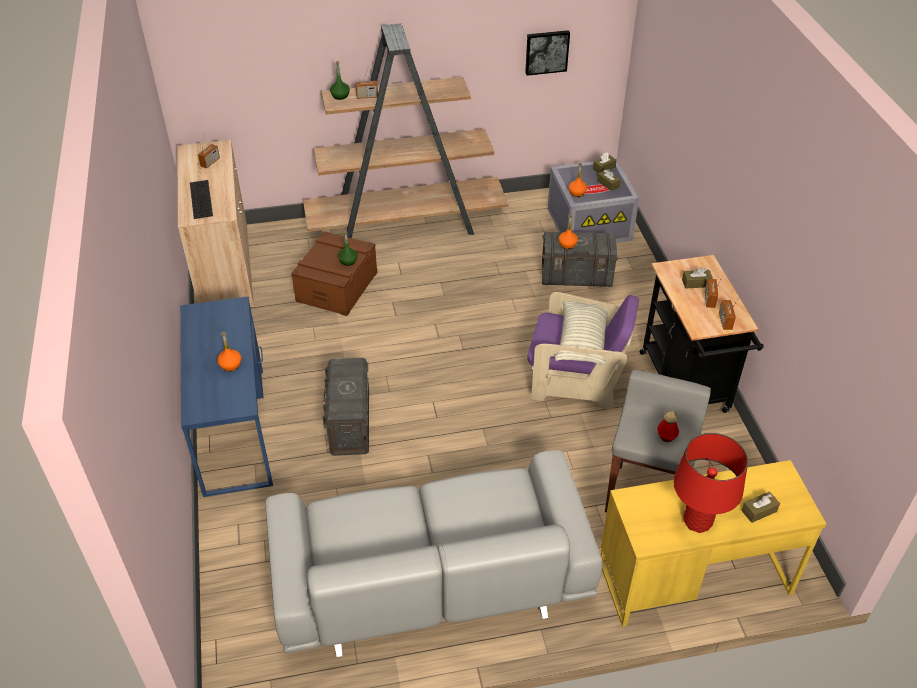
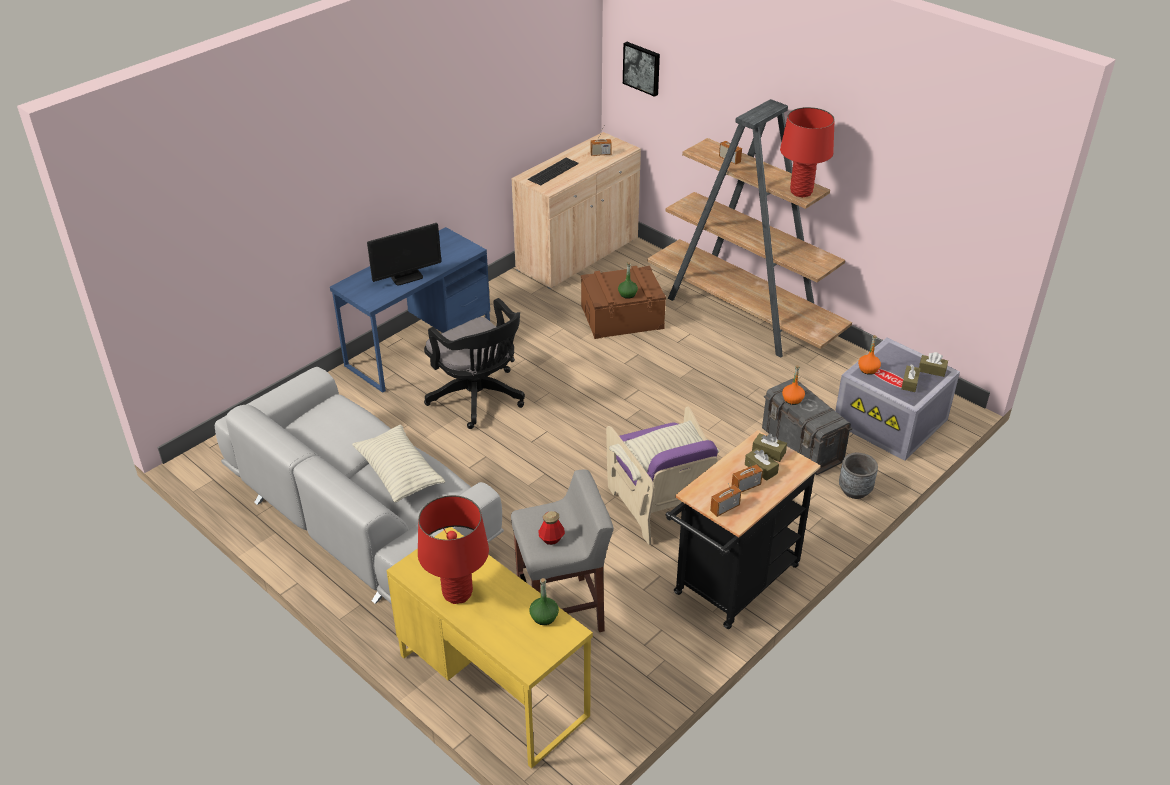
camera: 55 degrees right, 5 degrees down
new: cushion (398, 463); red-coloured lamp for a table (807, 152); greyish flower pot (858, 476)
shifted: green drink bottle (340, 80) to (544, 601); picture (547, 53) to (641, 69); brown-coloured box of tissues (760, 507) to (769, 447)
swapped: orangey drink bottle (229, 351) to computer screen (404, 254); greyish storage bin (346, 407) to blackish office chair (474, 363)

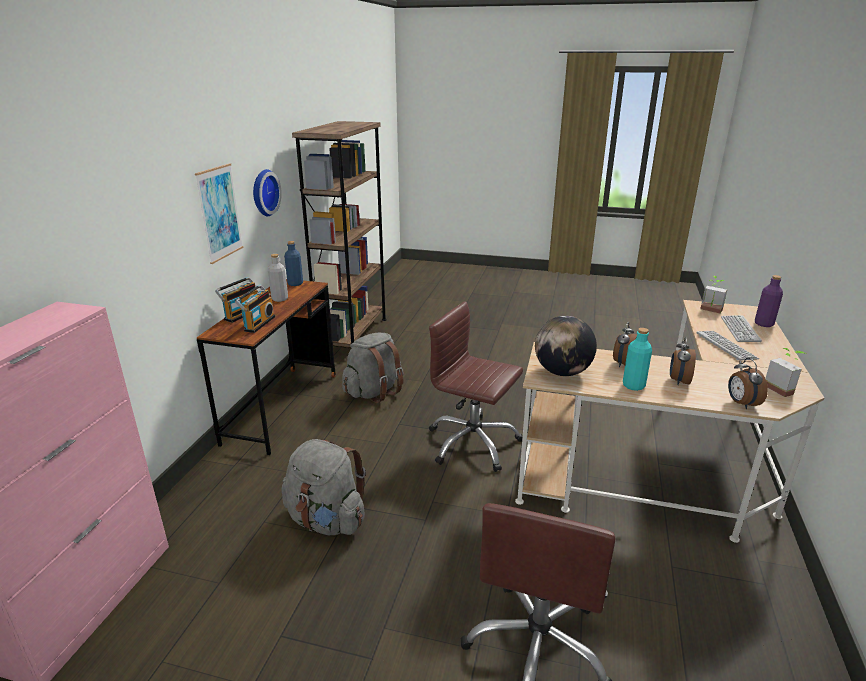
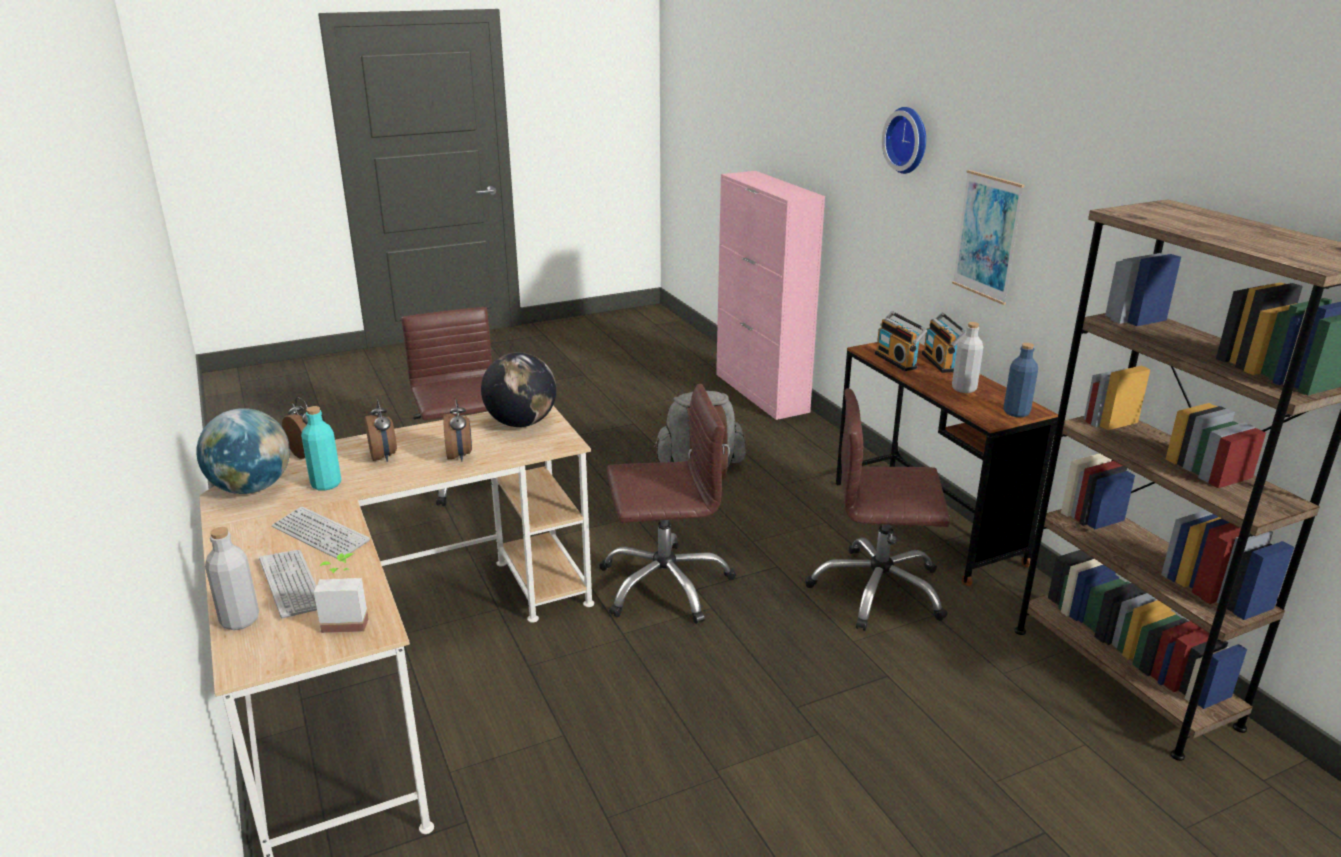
camera: 140 degrees right, 0 degrees up
shifted: hanging clock (267, 192) to (904, 140); turquoise drink bottle (637, 359) to (321, 448)
swapped: greyish backpack (373, 368) to brown-coloured office chair (877, 509); houseplant (785, 372) to globe (243, 451)
repainted: purple drink bottle (769, 301) to greyish drink bottle (232, 578)

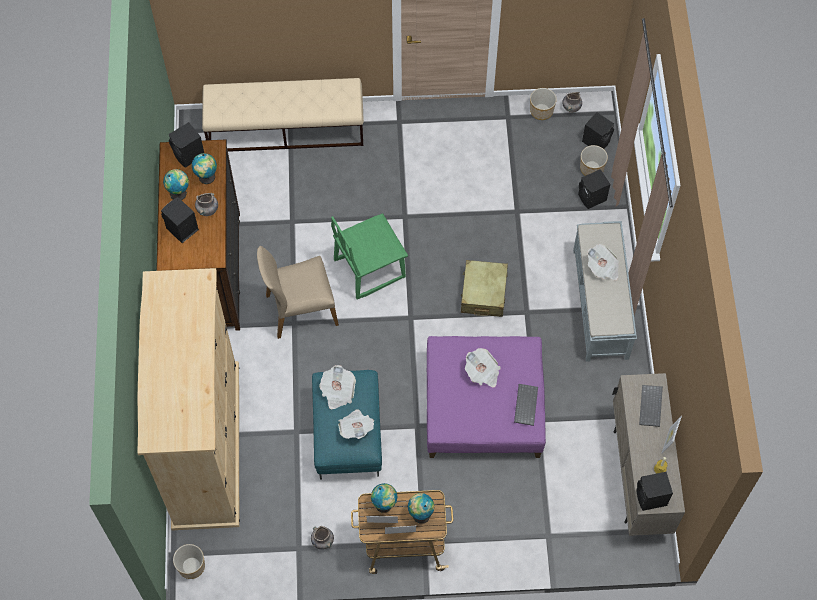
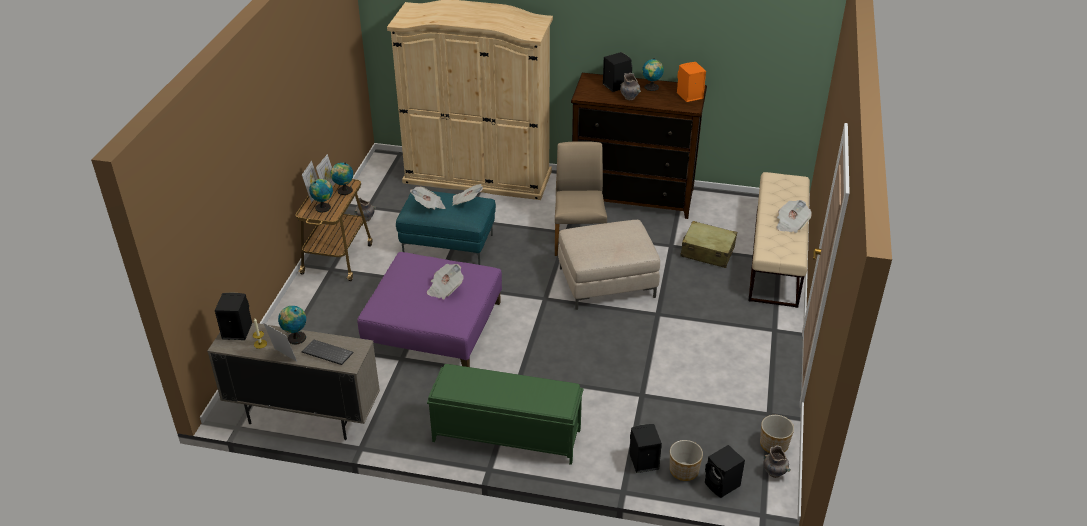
camera: 105 degrees right, 25 degrees down
gone: flower pot (189, 561); keyboard (526, 405)
shifted: globe (204, 168) to (292, 325); sand-coloured travel case (484, 288) to (708, 244); newspaper (603, 262) to (794, 216)
swapped: green plain chair (369, 256) to sand-coloured footrest (609, 265)
repainted: blackish speaker (186, 145) to orangey speaker (691, 82); greyish long seat (605, 291) to green long seat (505, 414)

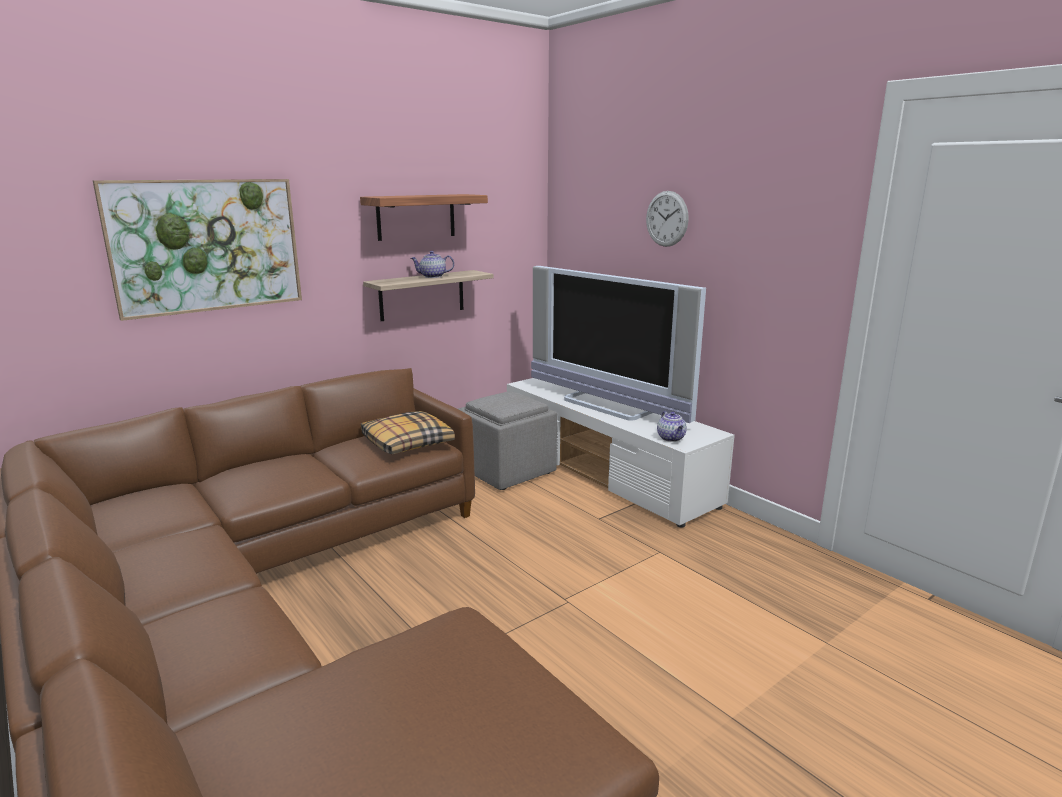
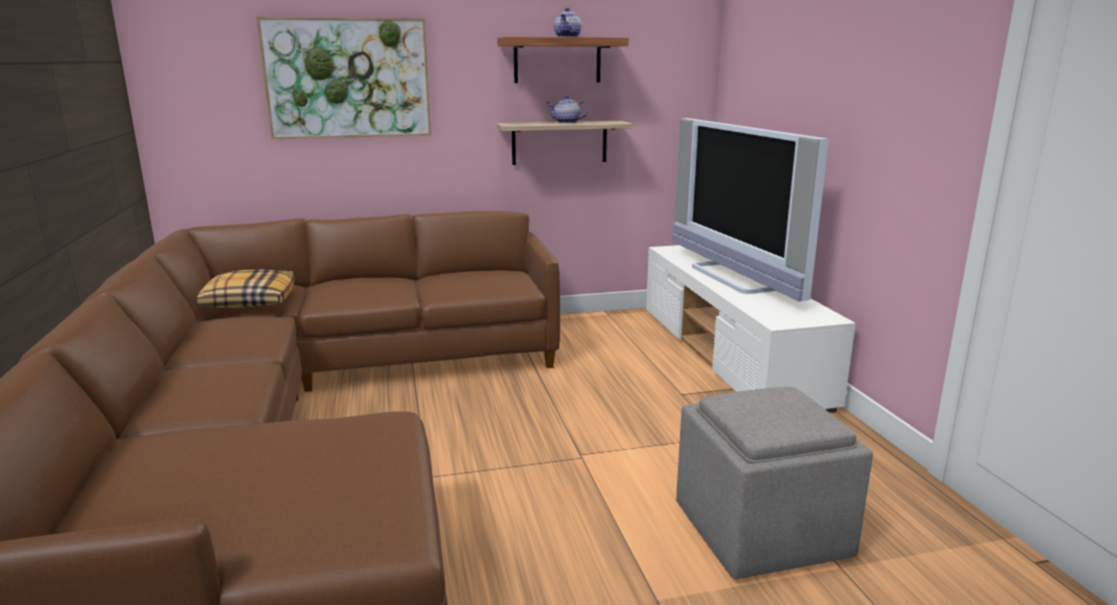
camera: 25 degrees right, 0 degrees up
gone: hanging clock (667, 219)
shifted: cushion (408, 432) to (246, 288); greyish footrest (507, 440) to (774, 483); pot for tea (672, 426) to (568, 22)

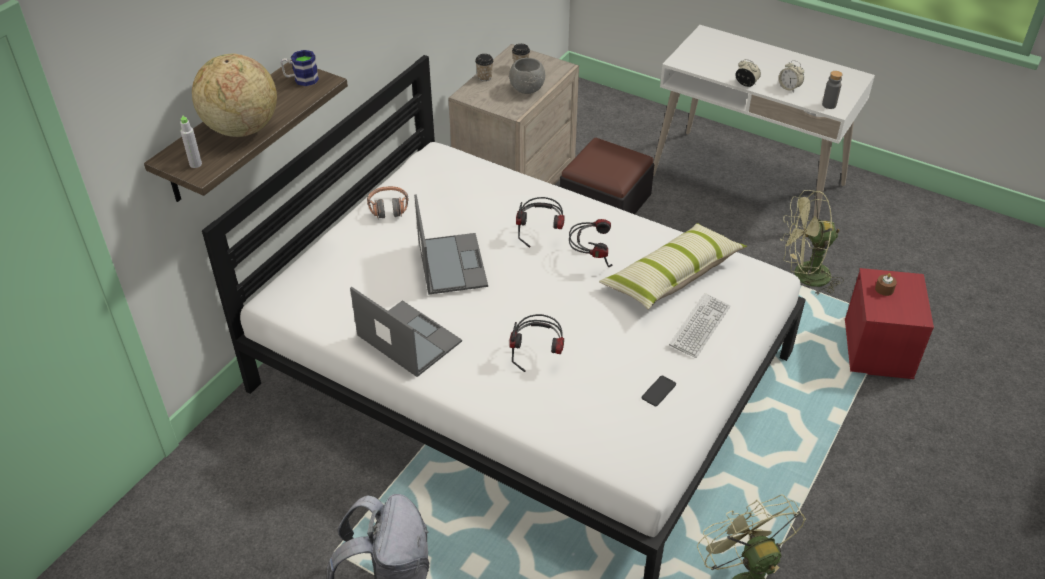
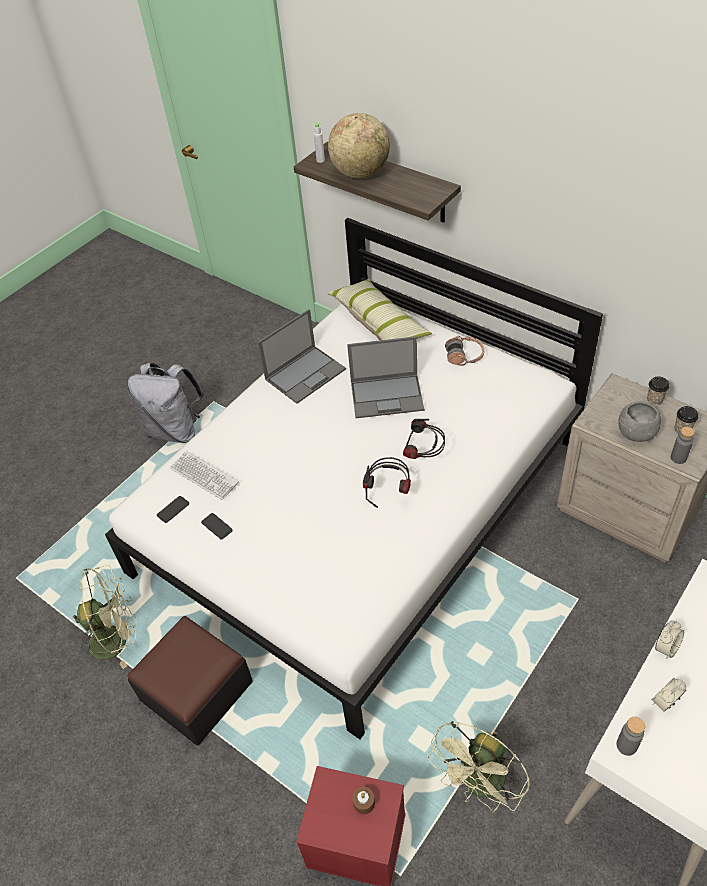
camera: 100 degrees right, 5 degrees up
gone: tea mug (300, 68); headset (536, 343)
new: phone (173, 509); greyish drink bottle (683, 445)
shifted: footrest (607, 176) to (190, 680); cushion (673, 266) to (379, 309); keyboard (699, 325) to (204, 475)
rotated: green cooling fan (812, 242) = (479, 767) 150 degrees counterclockwise

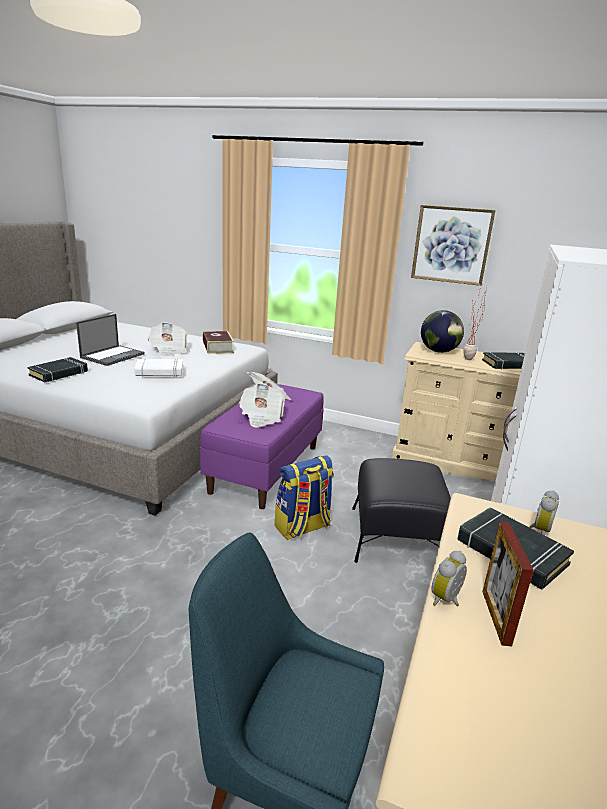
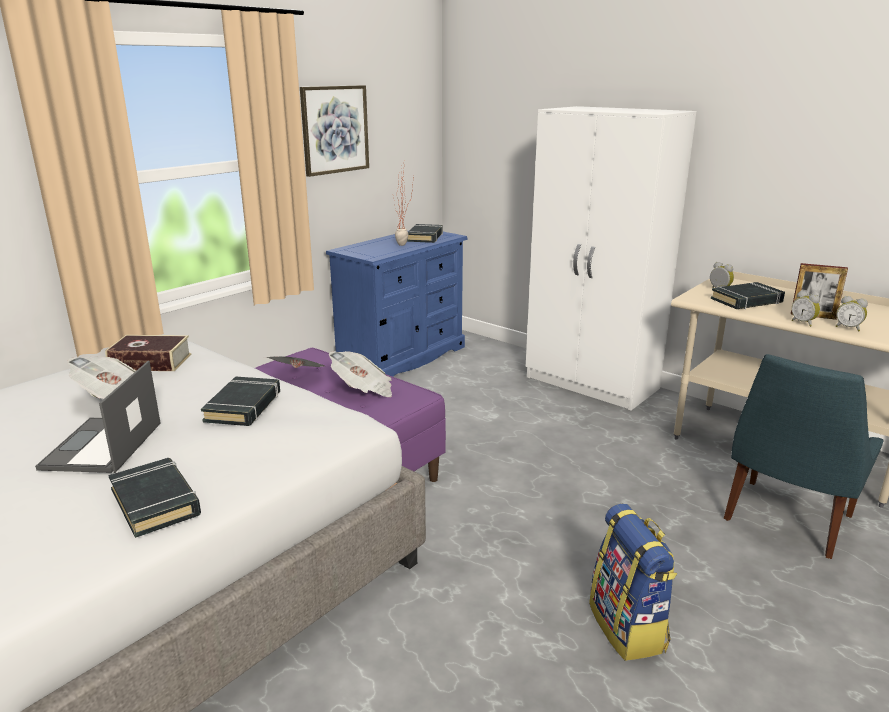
camera: 70 degrees left, 0 degrees up
gone: blackish footrest (401, 510); globe (442, 331)
new: alarm clock (852, 314)
shifted: backpack (304, 497) to (633, 582)
repainted: white book (158, 368) to blackish book (240, 401); sand-coloured dresser (456, 411) to blue-coloured dresser (397, 303)
rotated: portable computer (110, 340) = (98, 417) 135 degrees counterclockwise

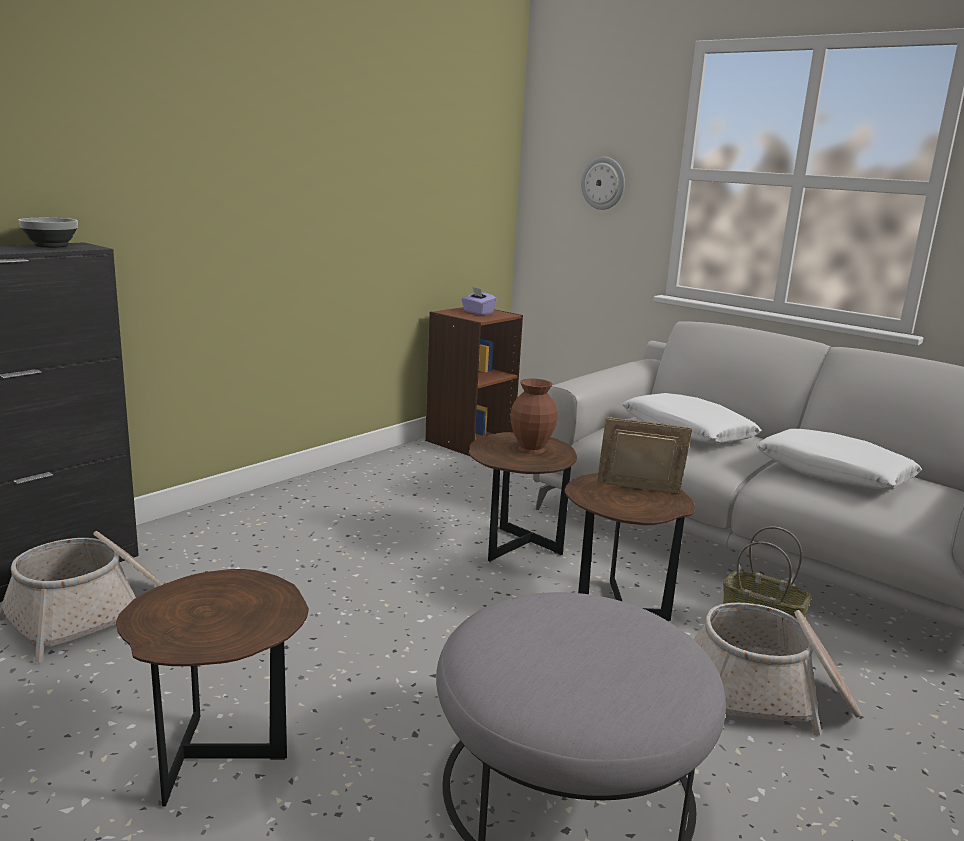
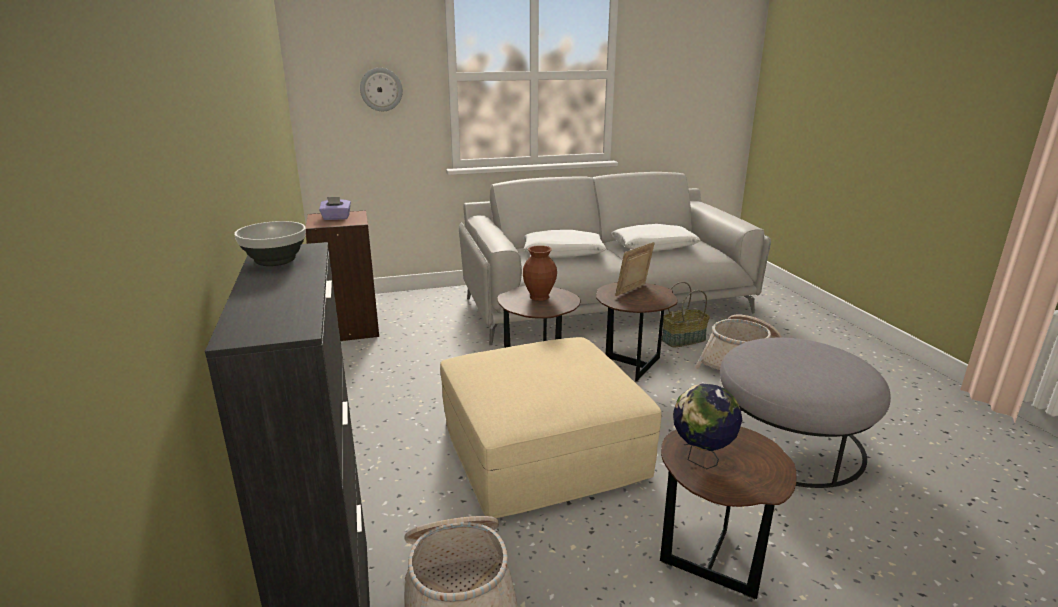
camera: 55 degrees left, 5 degrees up
new: sand-coloured footrest (551, 427); globe (707, 426)

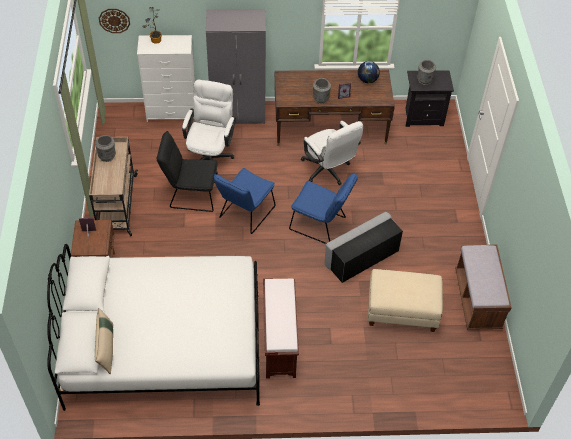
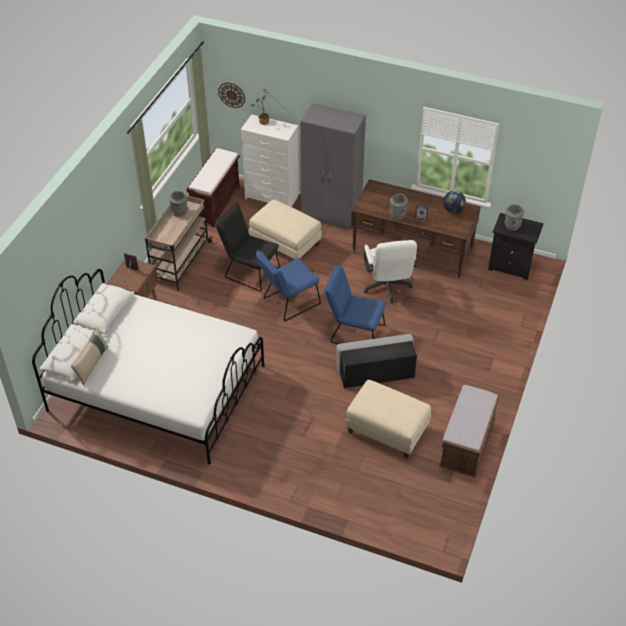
camera: 25 degrees right, 5 degrees down
shifted: brown-coloured long seat (281, 328) to (213, 188)
swapped: white office chair (209, 127) to sand-coloured footrest (285, 229)
rotated: blue-coloured plain chair (323, 208) = (355, 304) 150 degrees clockwise

